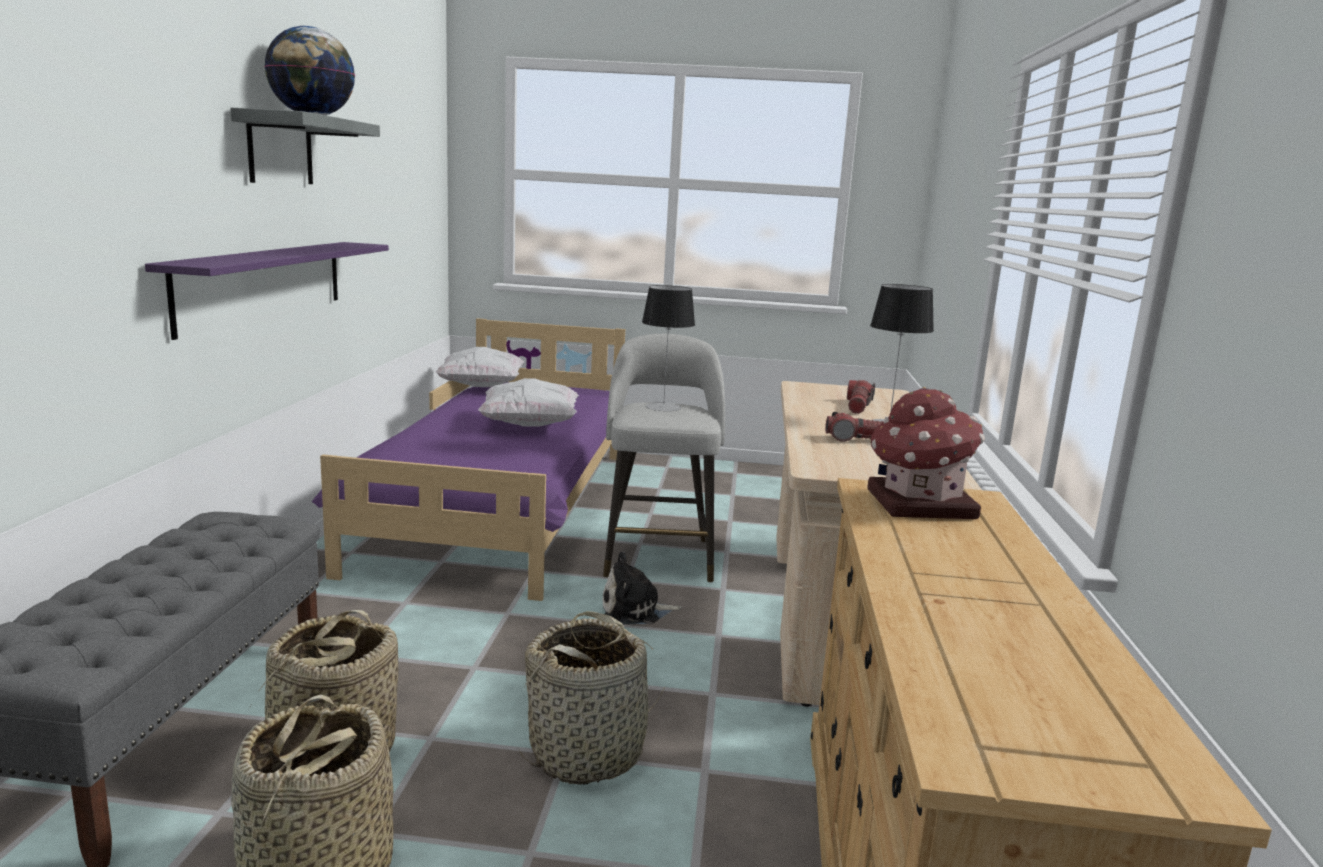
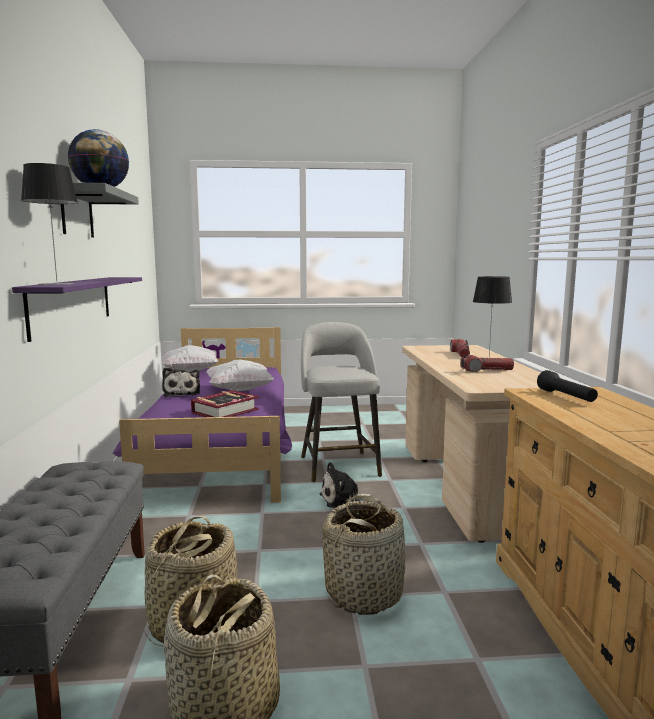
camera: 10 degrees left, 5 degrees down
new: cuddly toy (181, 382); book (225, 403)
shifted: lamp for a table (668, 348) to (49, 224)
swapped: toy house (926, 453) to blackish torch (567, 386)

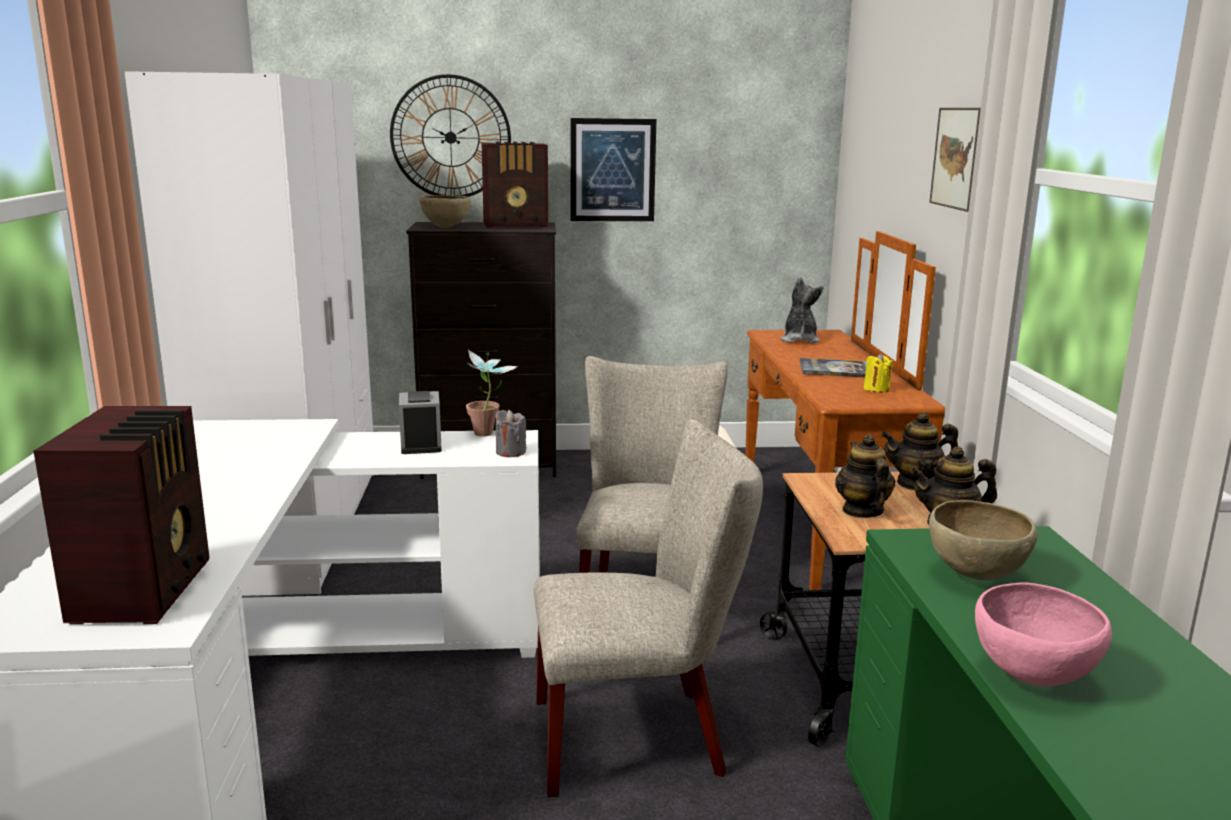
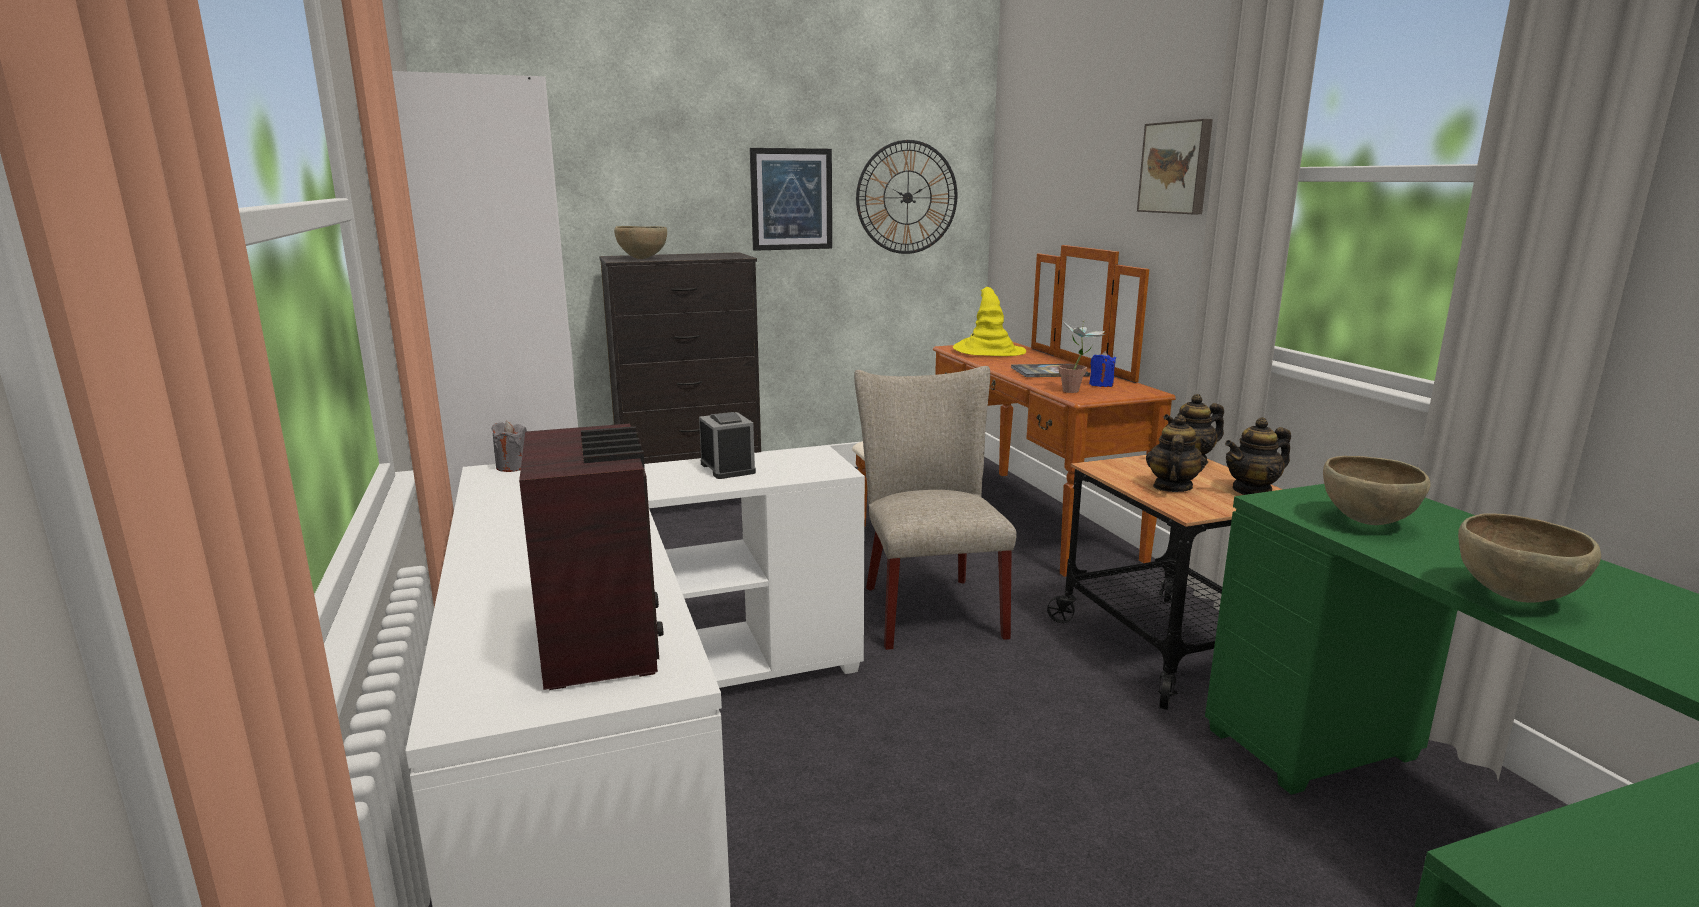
camera: 15 degrees left, 0 degrees up
gone: radio receiver (515, 185); sand-coloured plain chair (648, 608)
shifted: hanging clock (450, 135) to (906, 197); houseplant (492, 393) to (1082, 356); greyish wax light (511, 433) to (509, 446)
swapped: cuddly toy (802, 310) to yellowish hat (989, 321)
repainted: yellowish wax light (878, 373) to blue-coloured wax light (1102, 369); pinkish bowl (1043, 635) to brown-coloured bowl (1529, 558)
rotated: pot for tea (865, 476) = (1176, 453) 45 degrees clockwise

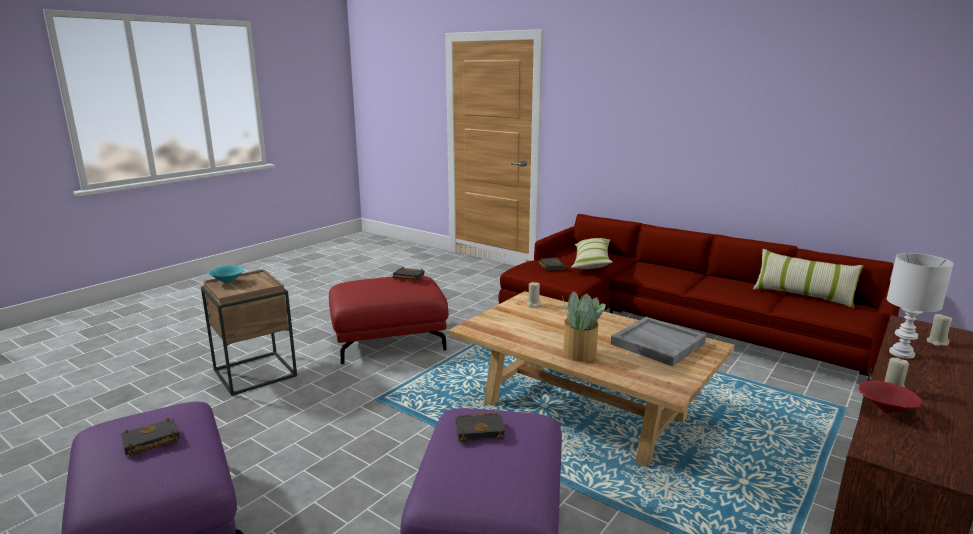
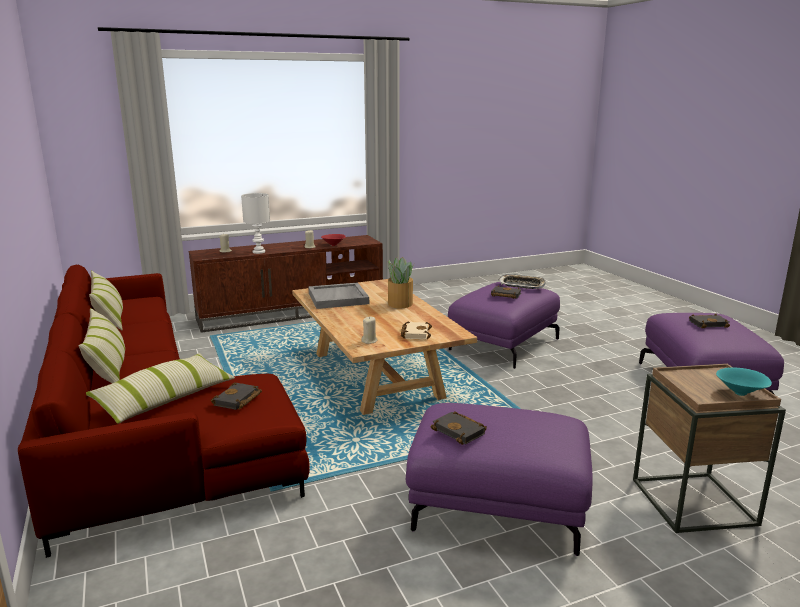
camera: 150 degrees left, 0 degrees up
new: cushion (101, 345); sand-coloured book (416, 330); carrying tray (522, 281)
repainted: red-coloured footrest (389, 320) to purple footrest (499, 479)

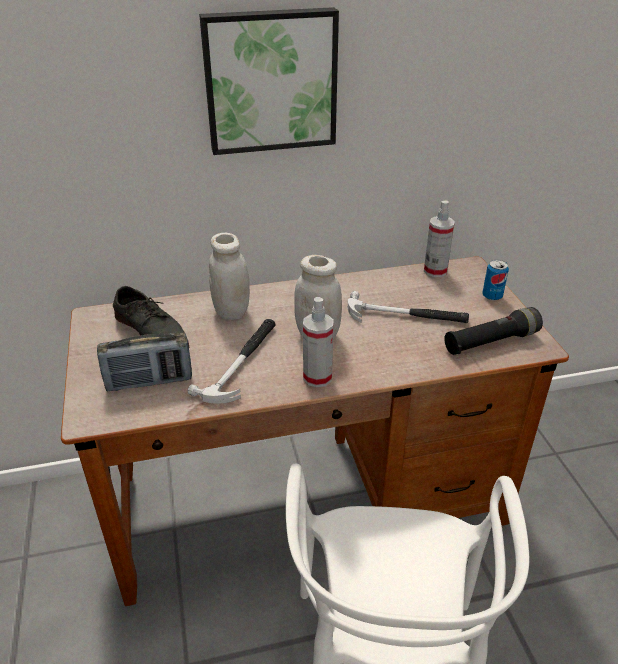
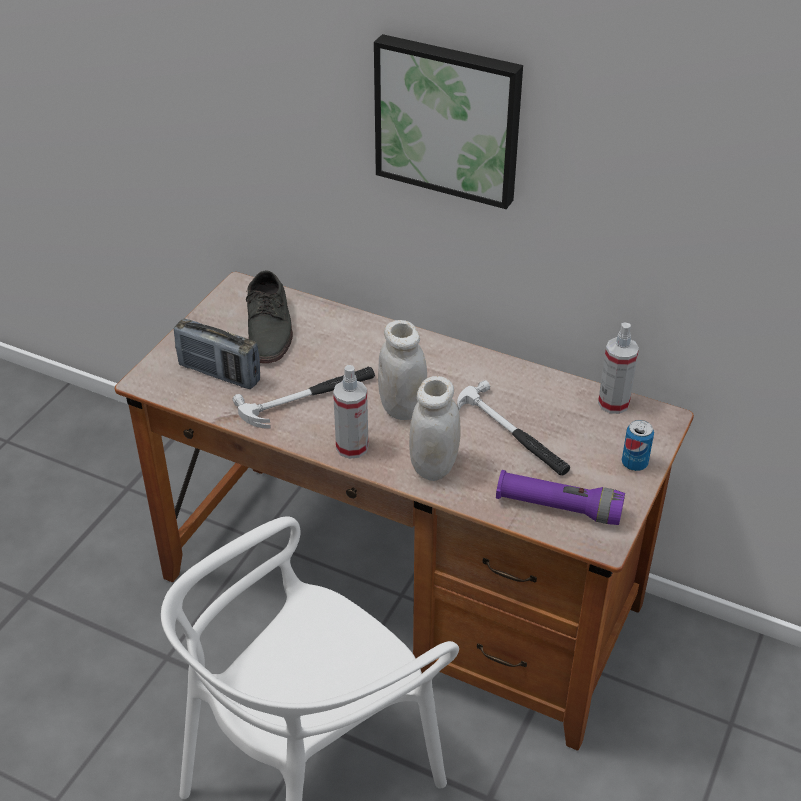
camera: 40 degrees right, 5 degrees up
shifted: white jar (229, 276) to (435, 428)
repainted: blackish torch (493, 331) to purple torch (560, 497)

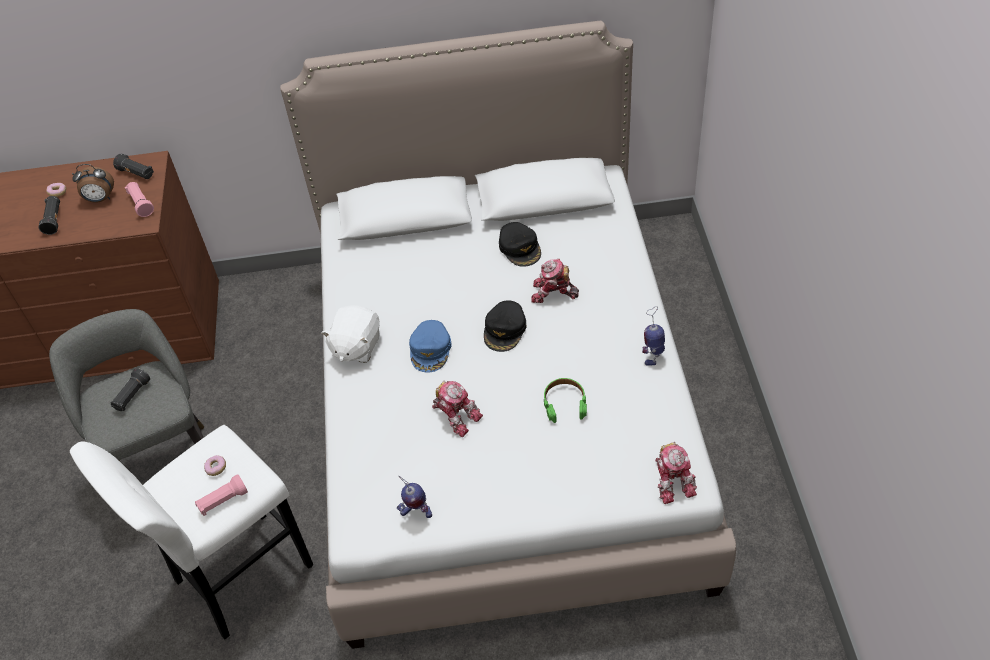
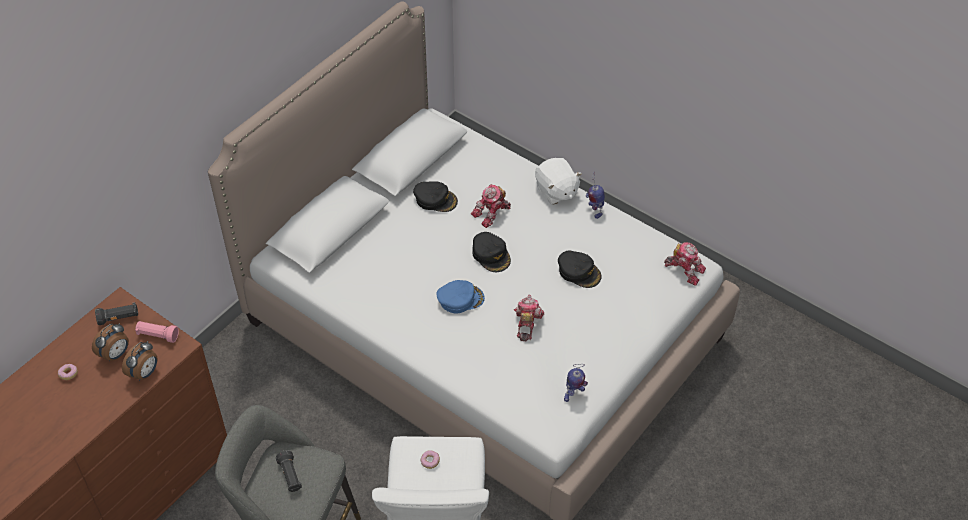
camera: 50 degrees left, 0 degrees up
gone: blackish torch (49, 215); pinkish torch (221, 495)
new: alarm clock (140, 361)
shifted: white cuddly toy (350, 334) to (558, 181)
swapped: green headset (565, 400) to blackish cap (580, 269)
rotated: blue-coloured cap (430, 346) = (460, 297) 60 degrees counterclockwise; toy robot (457, 409) = (529, 318) 75 degrees counterclockwise

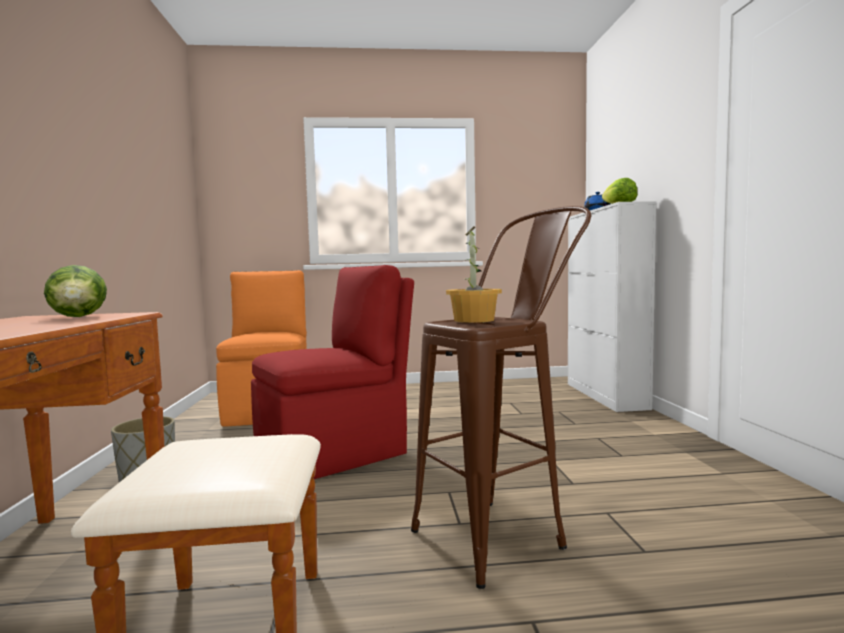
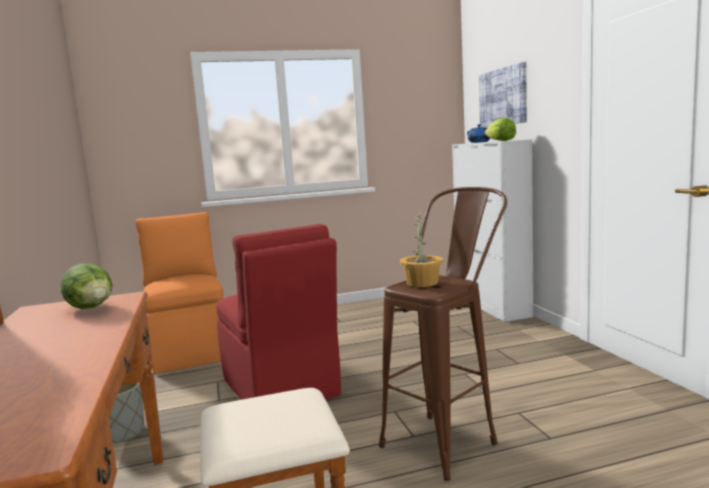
camera: 10 degrees left, 5 degrees up
new: picture (503, 94)
rotated: red-coloured plain chair (332, 372) = (278, 312) 105 degrees clockwise

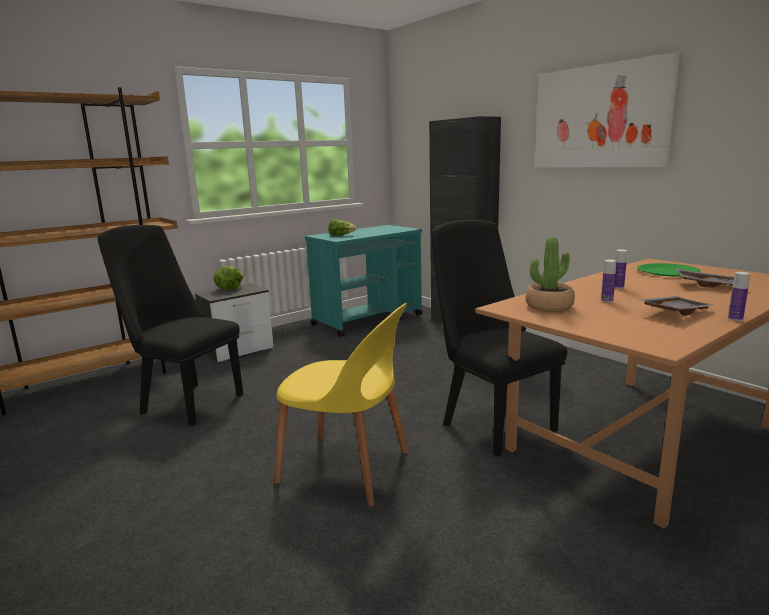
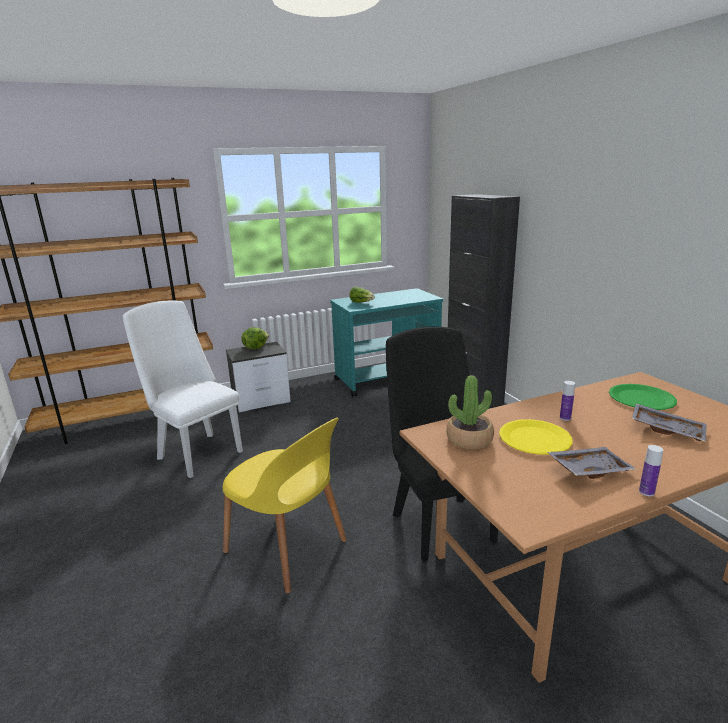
camera: 15 degrees right, 5 degrees up
gone: picture (609, 110)
swapped: drink bottle (608, 281) to yellowish plate (536, 437)
repainted: blackish plain chair (170, 325) to white plain chair (183, 389)

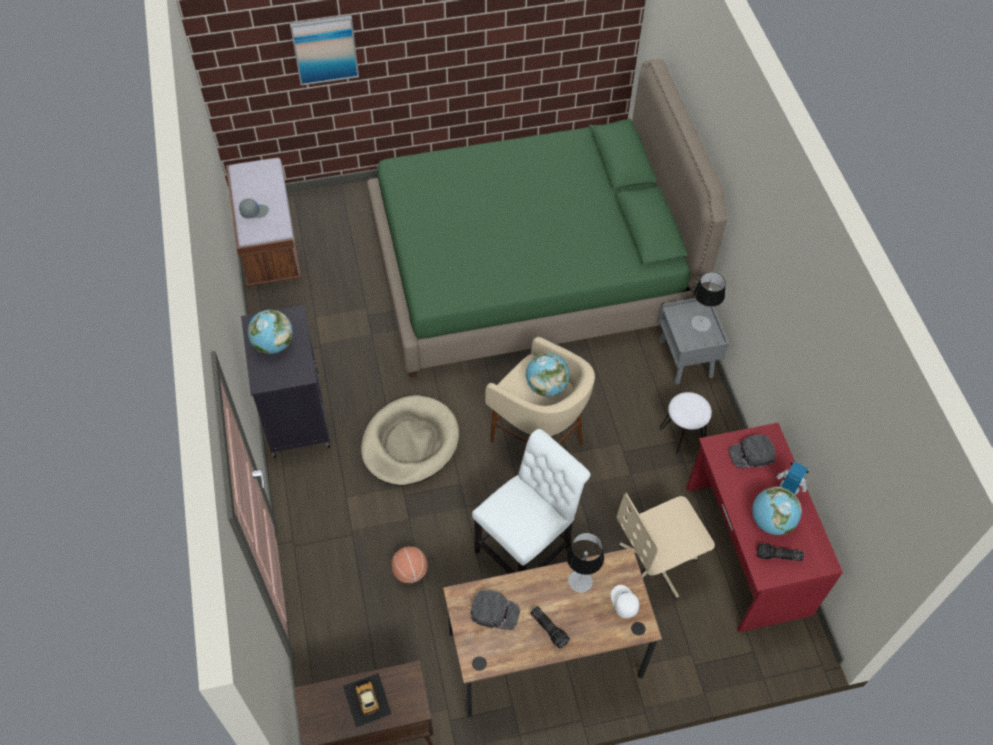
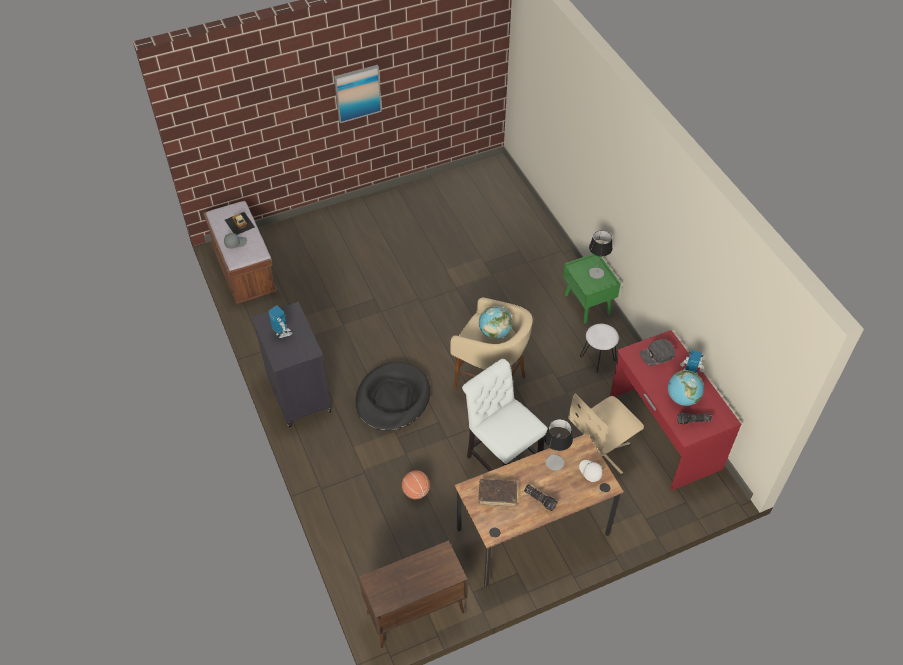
camera: 10 degrees left, 5 degrees down
gone: green bed (547, 218)
shifted: picture (324, 50) to (358, 94); toy car (367, 700) to (240, 223)
swapped: globe (270, 331) to toy robot (280, 322); blackish cap (495, 610) to brown-coloured book (497, 493)
repainted: sand-coloured dog cushion (410, 440) to blackish dog cushion (393, 396); greyish bedside table (694, 341) to green bedside table (592, 289)
rotated: white plain chair (531, 501) = (505, 415) 75 degrees counterclockwise

